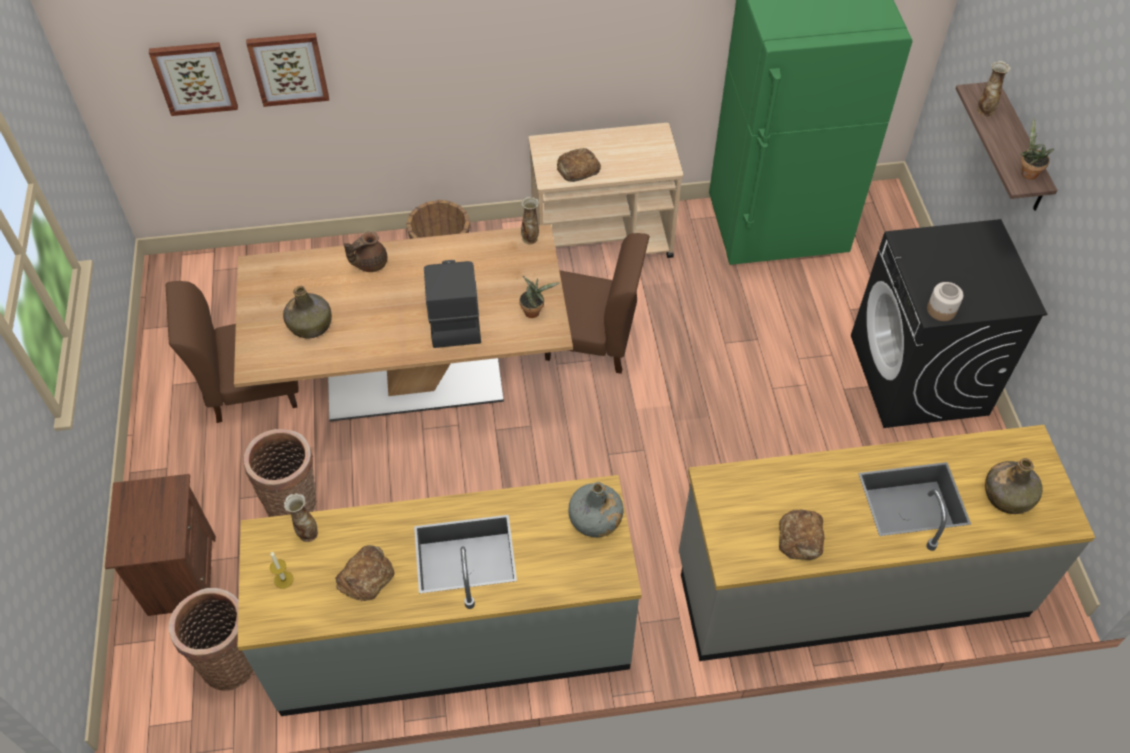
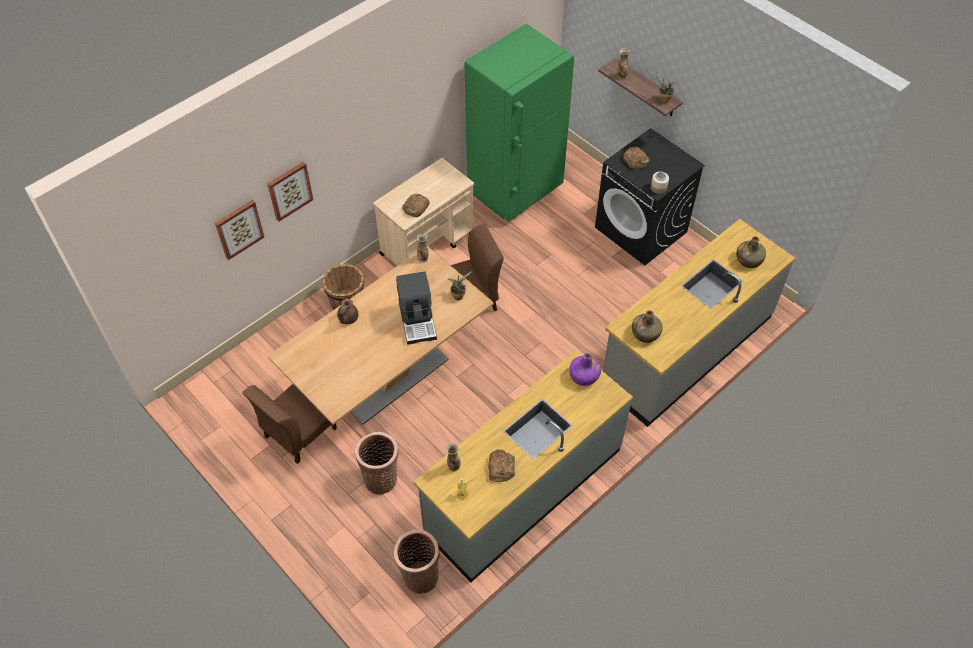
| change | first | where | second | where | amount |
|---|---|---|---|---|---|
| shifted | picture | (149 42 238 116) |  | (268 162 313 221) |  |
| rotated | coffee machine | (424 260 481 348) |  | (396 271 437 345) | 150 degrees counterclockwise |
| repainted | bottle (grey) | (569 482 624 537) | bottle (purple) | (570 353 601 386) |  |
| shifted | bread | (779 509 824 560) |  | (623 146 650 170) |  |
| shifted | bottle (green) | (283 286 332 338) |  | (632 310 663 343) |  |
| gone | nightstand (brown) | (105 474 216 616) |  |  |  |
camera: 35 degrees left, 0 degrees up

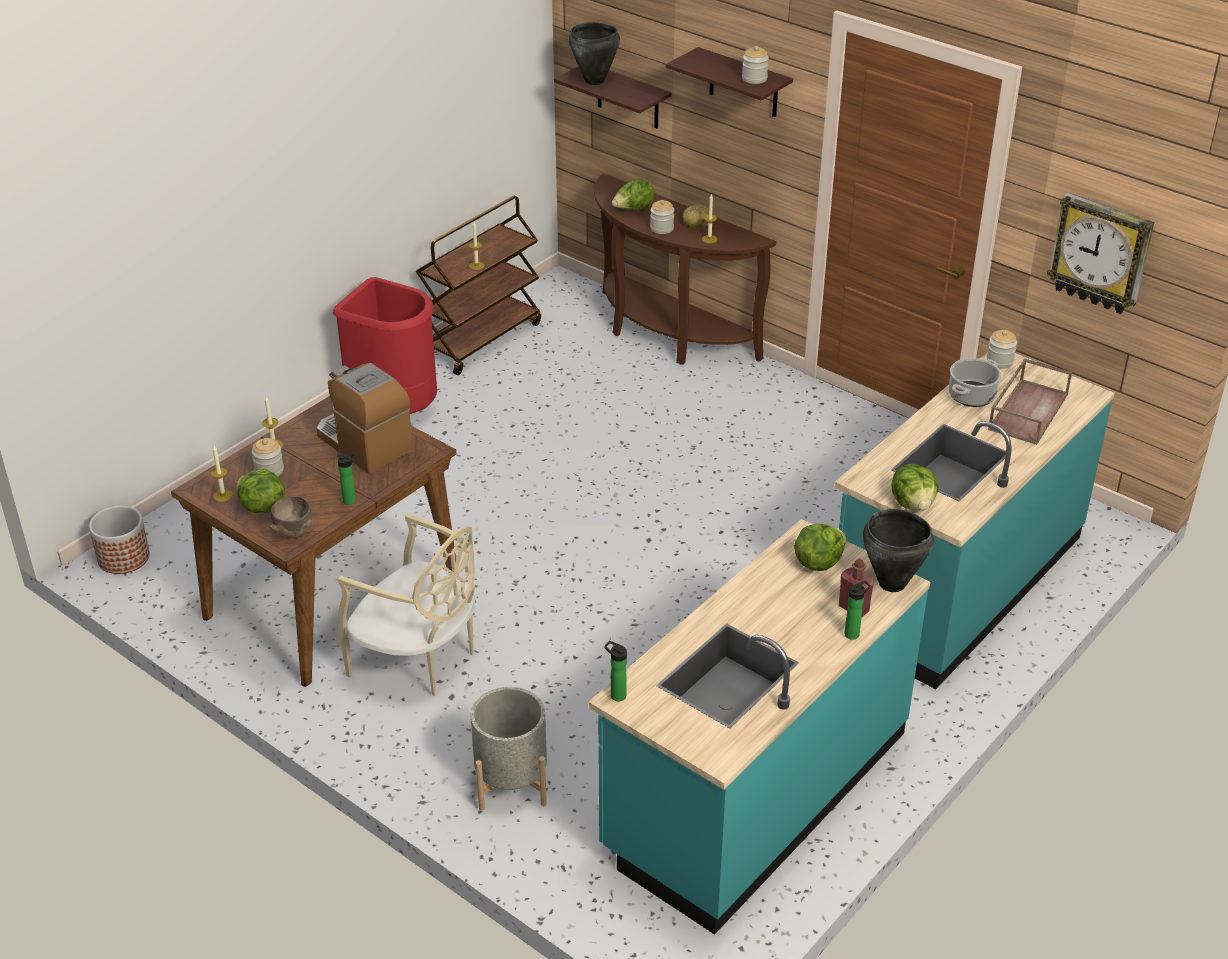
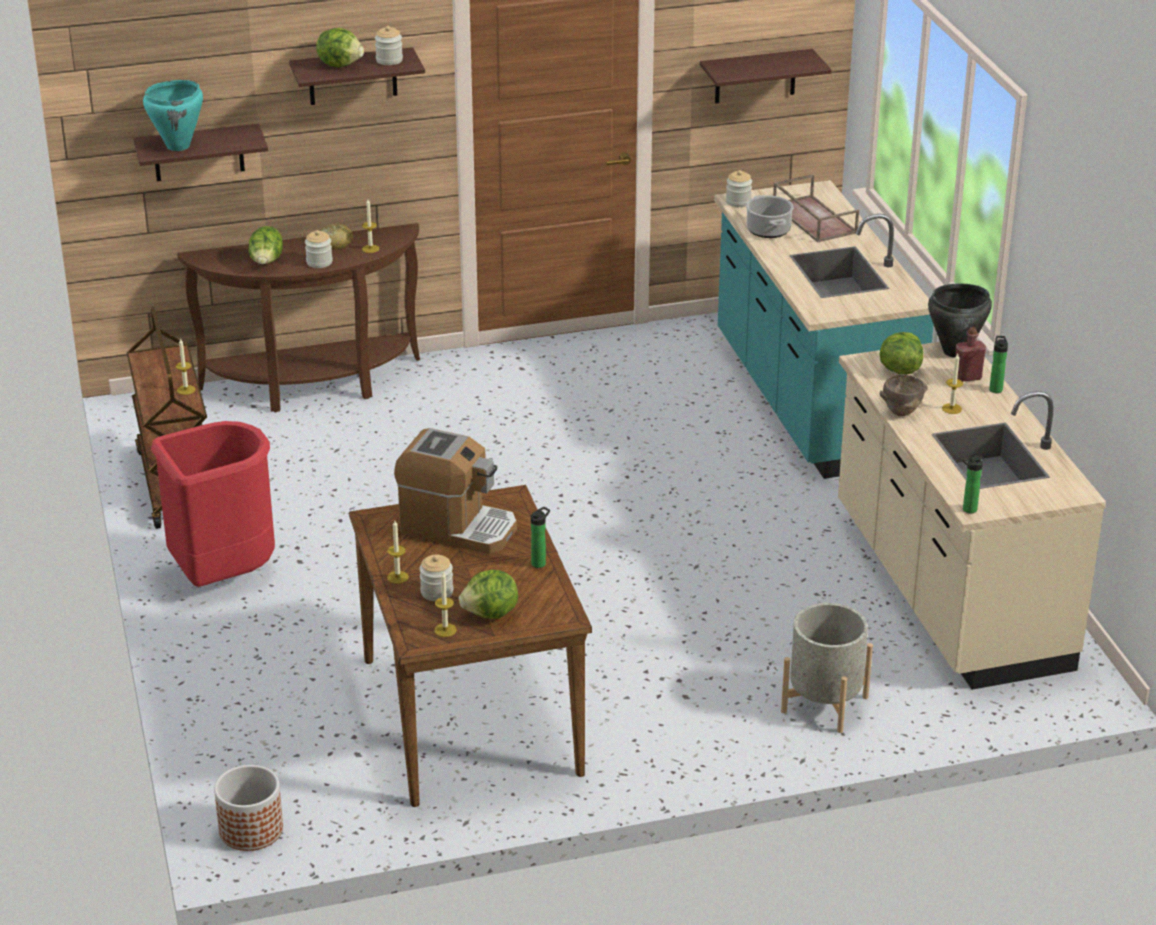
| change | first | where | second | where | amount |
|---|---|---|---|---|---|
| repainted | cooking pot (black) | (569 22 620 85) | cooking pot (turquoise) | (143 80 203 151) |  |
| shifted | lettuce | (892 464 938 510) |  | (316 28 364 68) |  |
| rotated | coffee machine | (316 363 413 474) |  | (394 428 517 554) | 150 degrees counterclockwise |
| swapped | wall clock | (1047 193 1154 314) | shelf | (700 49 832 104) |  |
| repainted | counter (turquoise) | (588 519 930 935) | counter (beige) | (838 342 1106 690) |  |
| shifted | bowl (brown) | (270 496 312 539) |  | (880 374 928 416) |  |
| new |  |  | candle | (942 354 963 414) |  |
| gone | chair (beige) | (337 513 475 696) |  |  |  |
camera: 55 degrees left, 5 degrees down

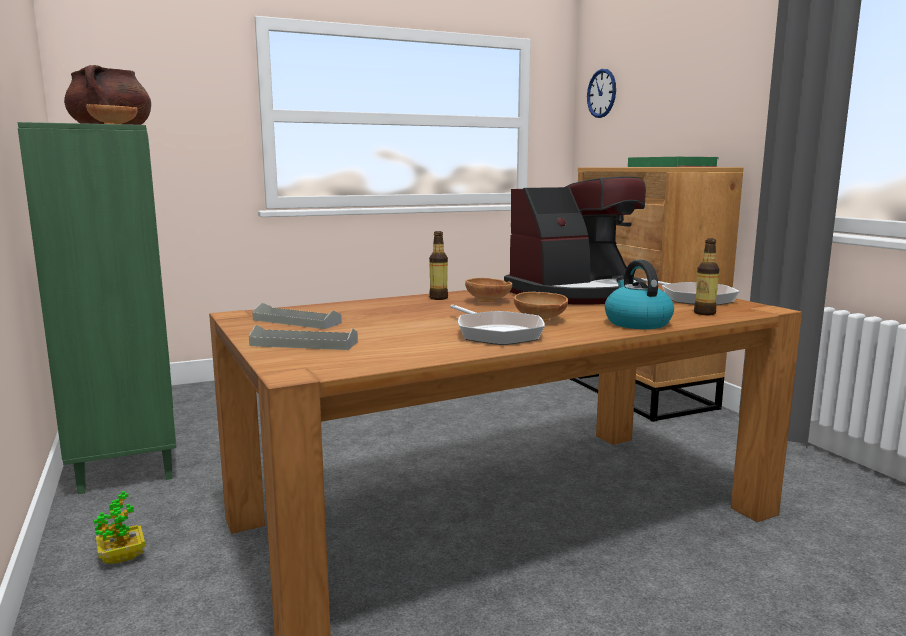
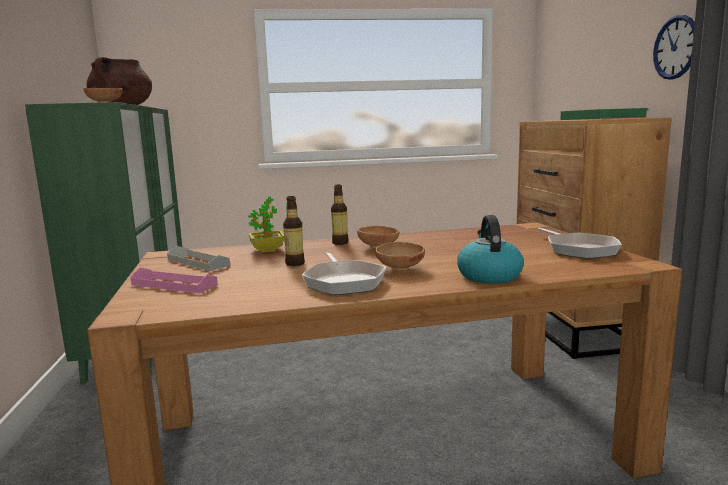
| change | first | where | second | where | amount |
|---|---|---|---|---|---|
| repainted | tray (grey) | (249 325 358 350) | tray (pink) | (130 267 218 294) |  |
| shifted | potted plant | (94 491 145 564) |  | (248 196 285 253) |  |
| shifted | bottle | (694 239 719 315) |  | (283 196 305 266) |  |
| shifted | wall clock | (587 69 616 118) |  | (653 15 695 80) |  |
| gone | coffee machine | (504 176 646 305) |  |  |  |
camera: 15 degrees right, 0 degrees up

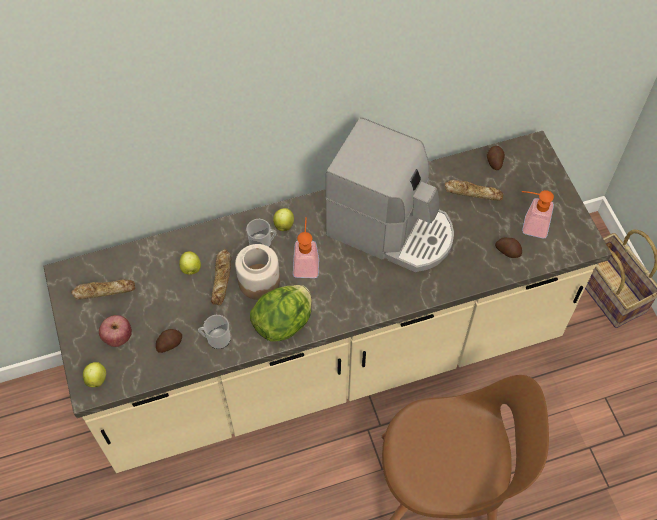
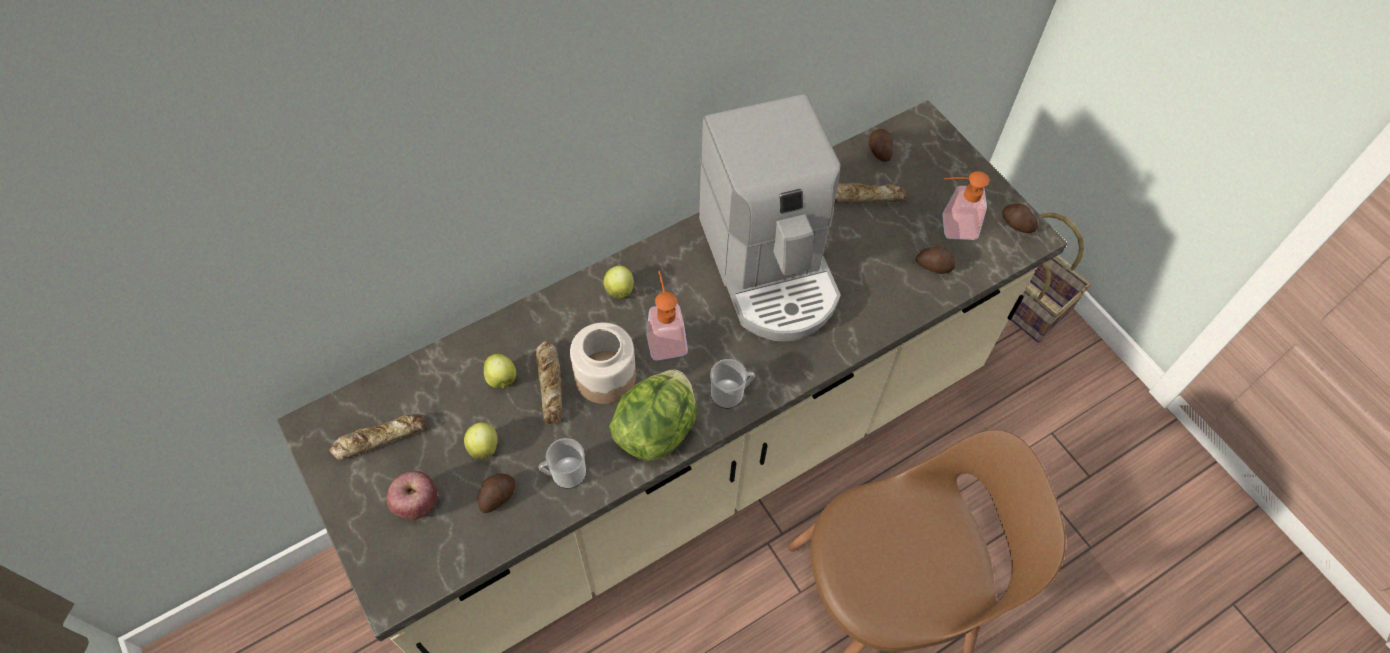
| change | first | where | second | where | amount |
|---|---|---|---|---|---|
| shifted | apple | (83 362 106 387) |  | (464 422 498 459) |  |
| rotated | coffee machine | (325 117 454 272) |  | (699 94 841 341) | 60 degrees clockwise |
| shifted | mug | (246 219 276 247) |  | (710 359 755 409) |  |
| new |  |  | potato | (1002 203 1038 233) |  |
camera: 15 degrees left, 0 degrees up

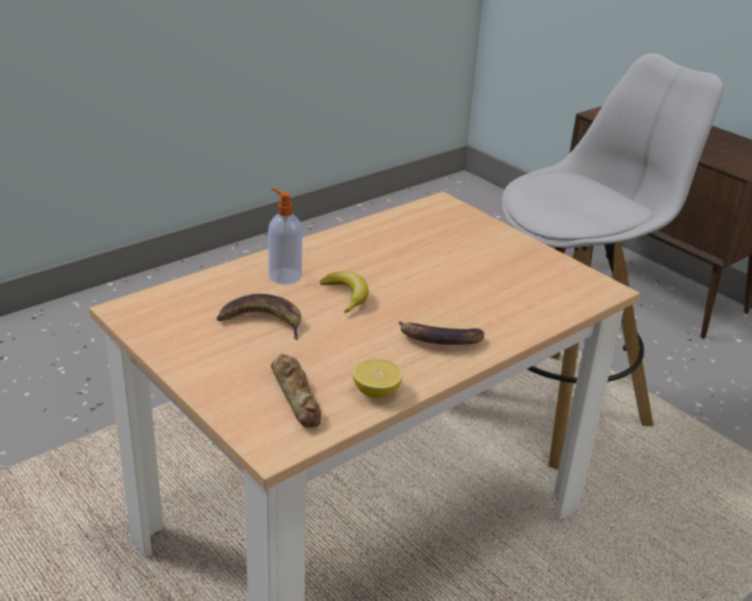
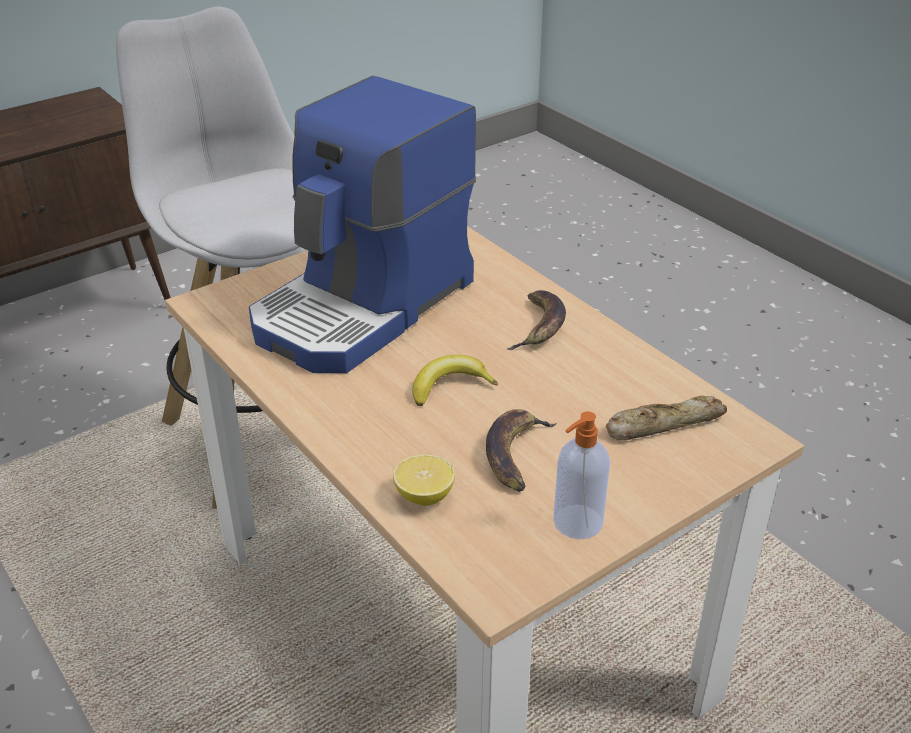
| change | first | where | second | where | amount |
|---|---|---|---|---|---|
| new |  |  | coffee machine | (249 76 476 373) |  |
| shifted | lemon | (353 358 403 398) |  | (393 454 455 506) |  |
| shifted | soap dispenser | (268 188 302 285) |  | (553 411 610 539) |  |
camera: 85 degrees left, 5 degrees up

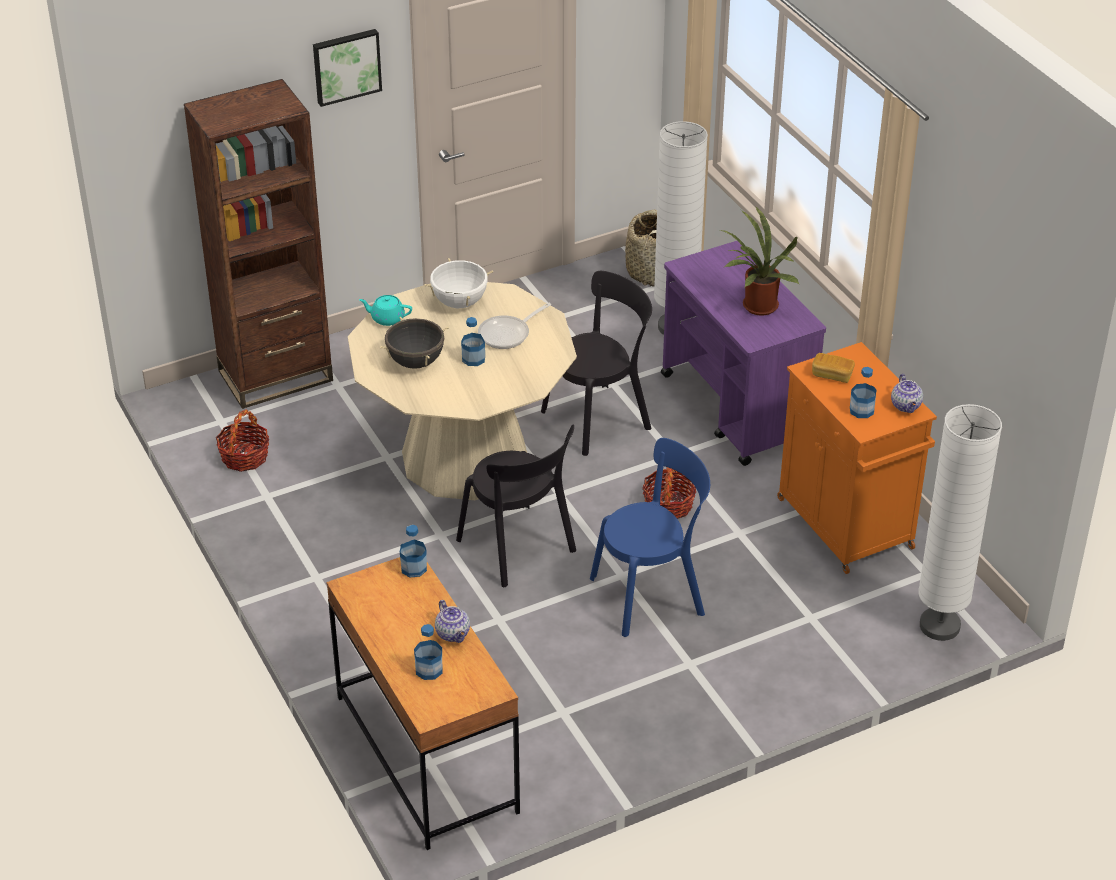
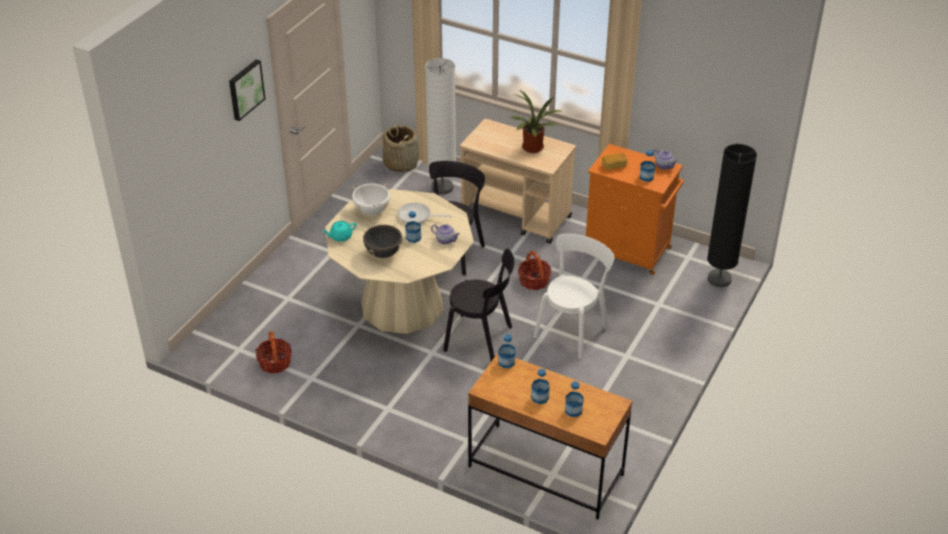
| change | first | where | second | where | amount |
|---|---|---|---|---|---|
| rotated | frying pan | (478 303 551 349) |  | (398 203 452 224) | 90 degrees clockwise |
| shifted | teapot | (435 600 470 643) |  | (431 224 460 244) |  |
| repainted | cart (purple) | (661 241 826 466) | cart (beige) | (460 119 576 244) |  |
| new |  |  | bottle | (531 369 549 404) |  |
| repainted | chair (blue) | (590 438 710 637) | chair (white) | (533 234 614 359) |  |
| repainted | floor lamp (white) | (918 404 1002 641) | floor lamp (black) | (707 144 757 287) |  |
| gone | bookcase (brown) | (184 79 333 409) |  |  |  |
camera: 35 degrees left, 0 degrees up

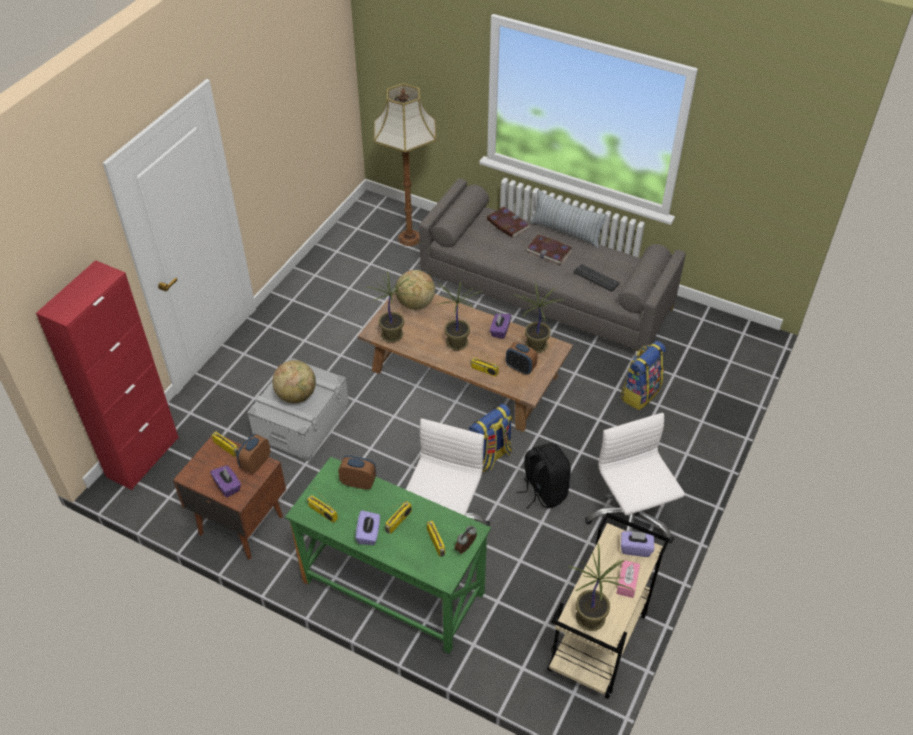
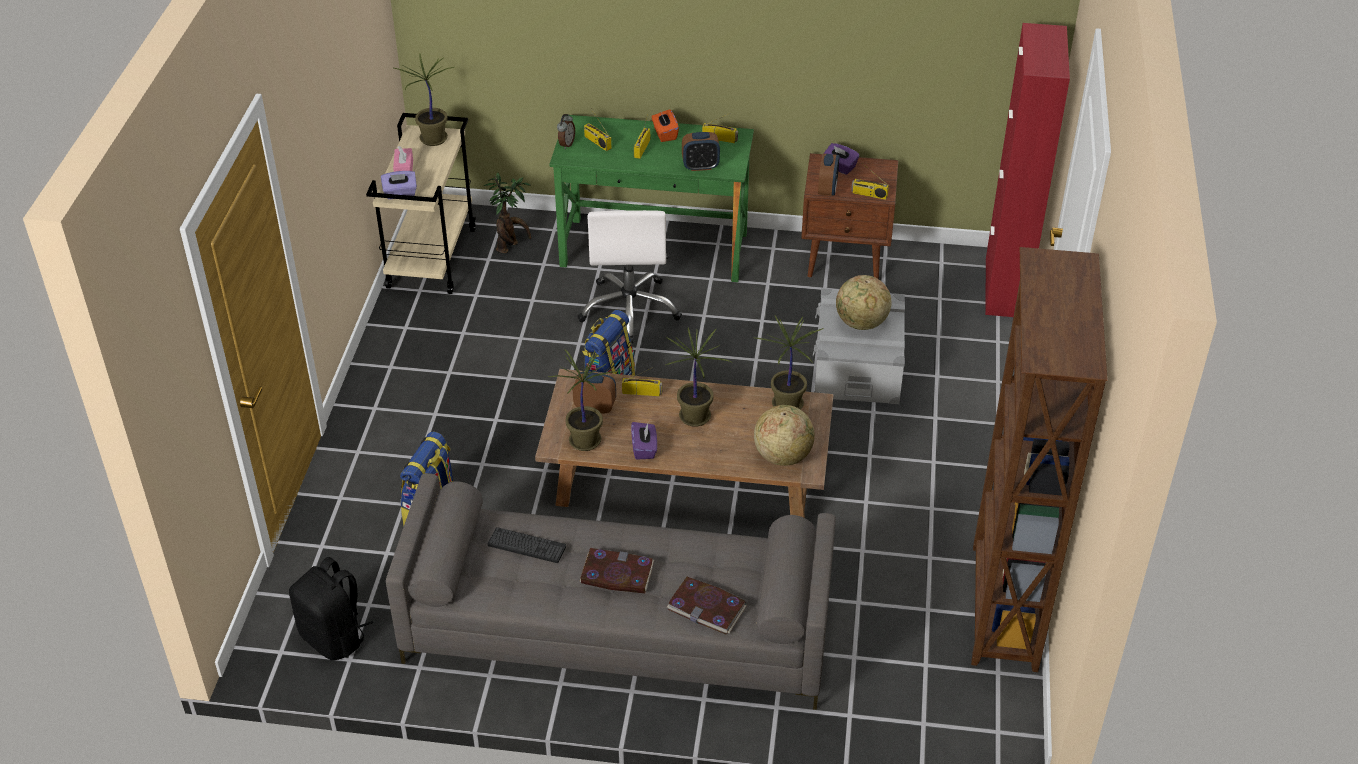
| change | first | where | second | where | amount |
|---|---|---|---|---|---|
| shifted | backpack (black) | (516 443 571 509) |  | (289 557 373 660) |  |
| new |  |  | potted plant | (484 173 531 254) |  |
| repainted | tissue box (purple) | (356 510 380 545) | tissue box (orange) | (651 109 679 142) |  |
| new |  |  | bookcase (brown) | (971 247 1108 672) |  |
| gone | floor lamp | (374 83 436 246) |  |  |  |
| gone | pillow | (530 190 608 248) |  |  |  |
| gone | office chair (white) | (585 413 685 543) |  |  |  |
camera: 160 degrees right, 5 degrees down

